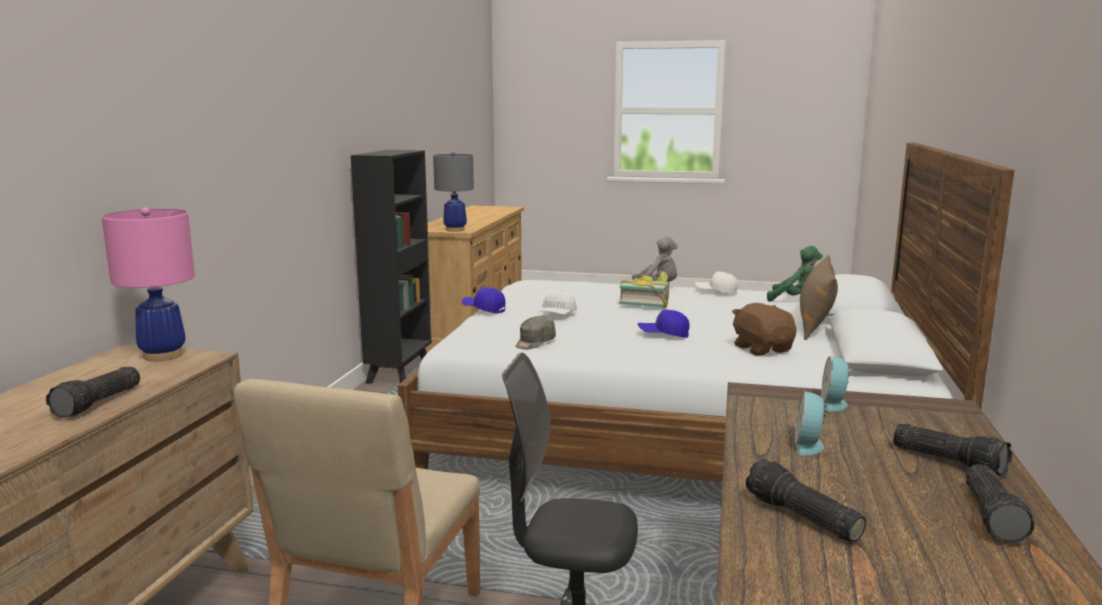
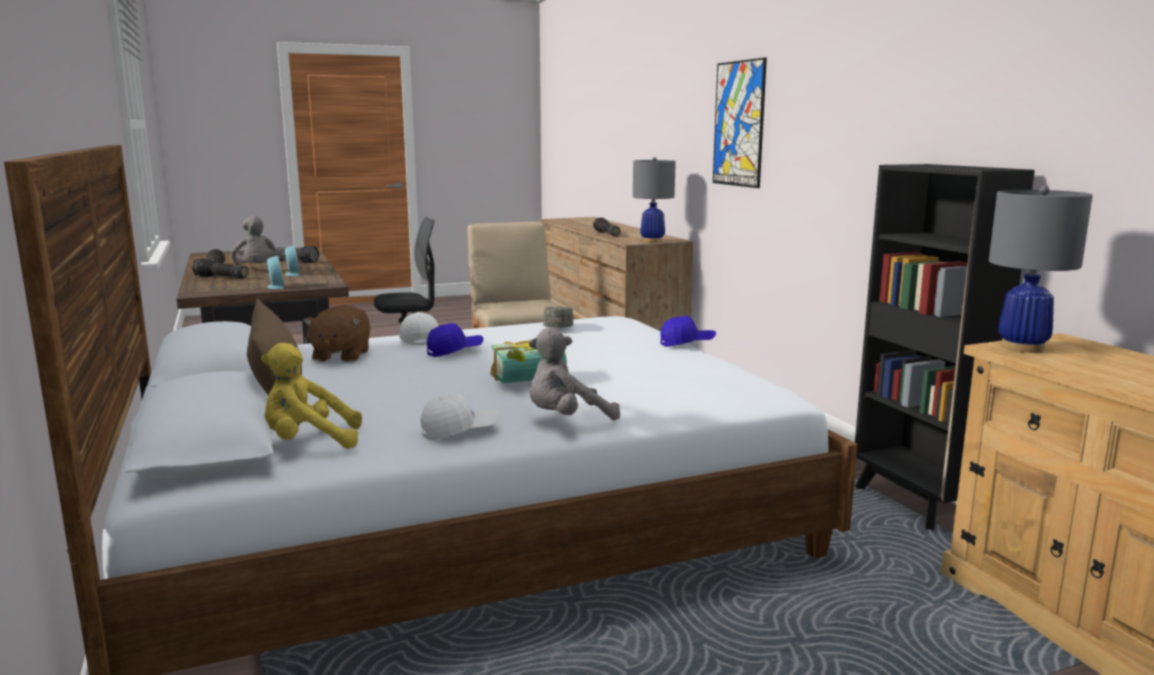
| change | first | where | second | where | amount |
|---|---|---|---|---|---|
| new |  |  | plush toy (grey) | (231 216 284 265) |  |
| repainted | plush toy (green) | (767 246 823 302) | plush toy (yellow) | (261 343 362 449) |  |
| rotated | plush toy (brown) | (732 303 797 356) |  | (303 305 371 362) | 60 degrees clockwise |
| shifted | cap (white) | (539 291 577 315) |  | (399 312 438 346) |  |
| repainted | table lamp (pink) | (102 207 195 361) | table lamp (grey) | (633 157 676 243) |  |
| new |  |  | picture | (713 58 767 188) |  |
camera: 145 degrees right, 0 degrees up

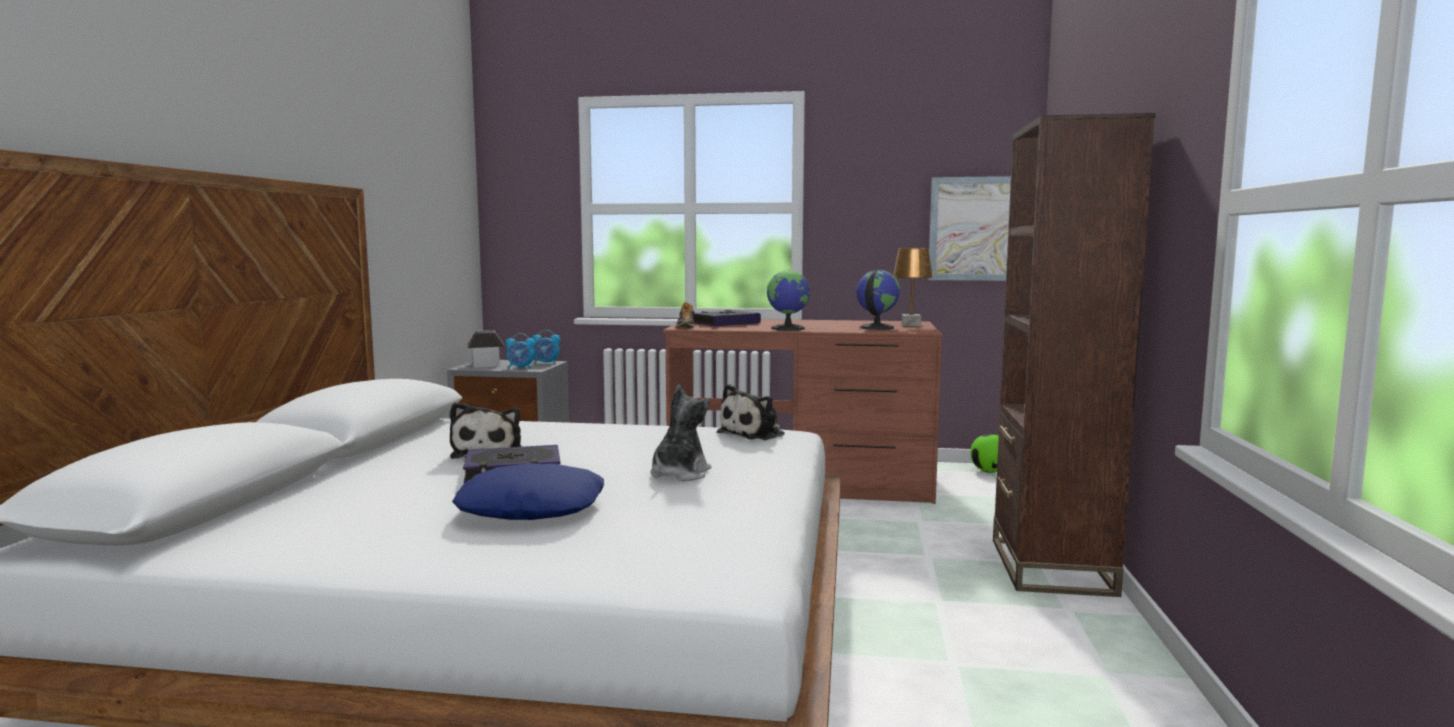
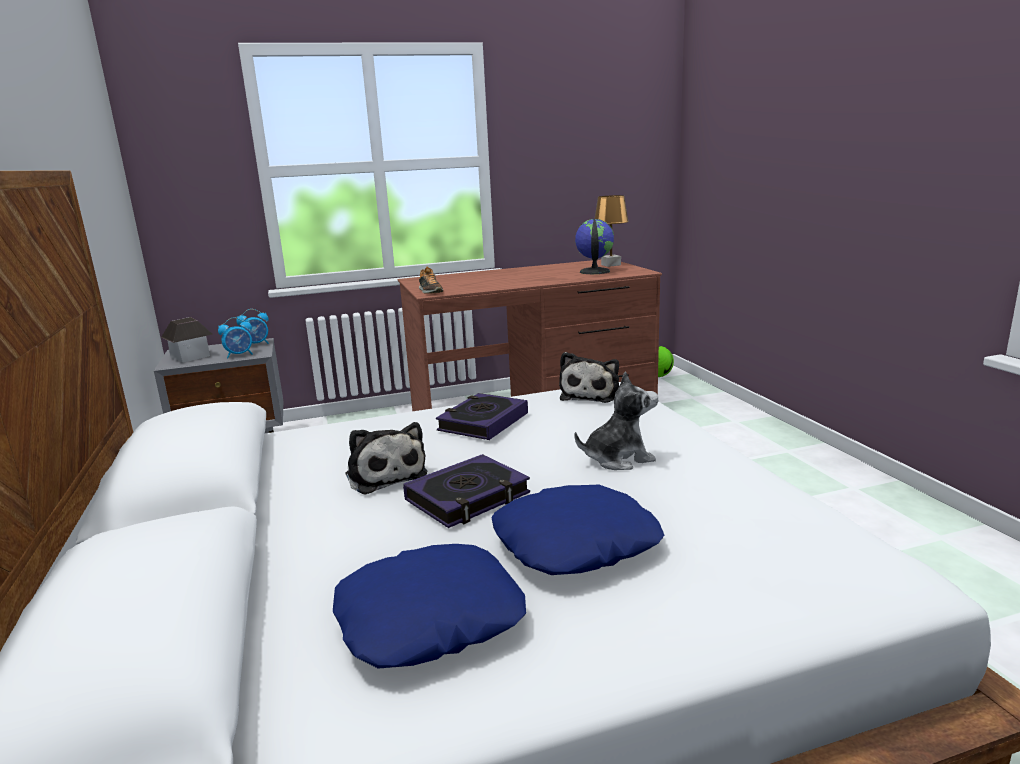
| change | first | where | second | where | amount |
|---|---|---|---|---|---|
| new |  |  | pillow (blue) | (333 544 526 669) |  |
| shifted | book | (694 310 761 326) |  | (436 393 528 440) |  |
| rotated | plush toy | (651 384 711 481) |  | (575 372 658 470) | 75 degrees clockwise |
| gone | globe | (767 270 810 331) |  |  |  |
| gone | picture | (928 176 1011 281) |  |  |  |
| gone | bookcase (brown) | (993 113 1156 597) |  |  |  |
camera: 25 degrees left, 10 degrees up

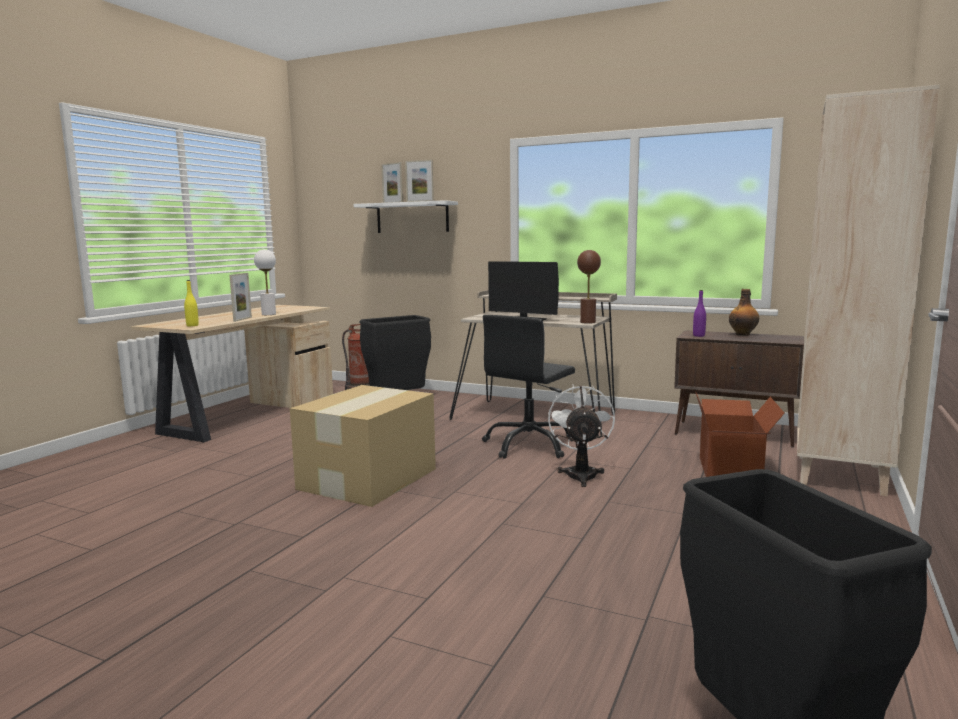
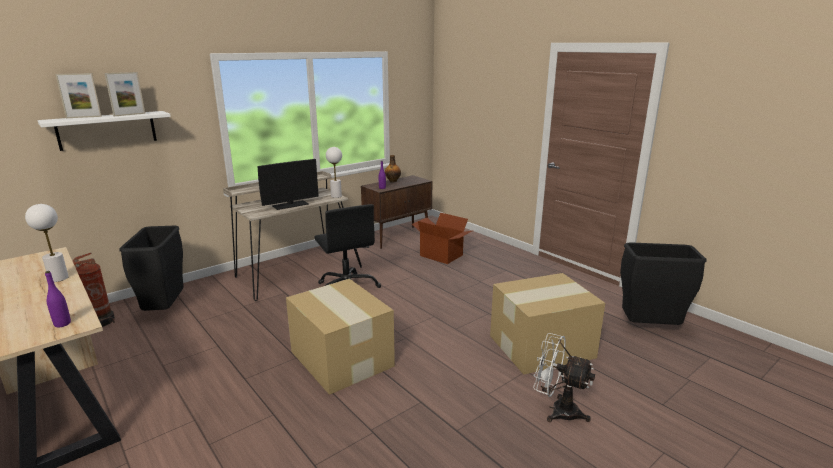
| change | first | where | second | where | amount |
|---|---|---|---|---|---|
| repainted | bottle (yellow) | (184 280 199 326) | bottle (purple) | (45 271 71 327) |  |
| repainted | table lamp (brown) | (577 250 601 324) | table lamp (white) | (326 147 342 198) |  |
| new |  |  | cardboard box | (490 273 605 375) |  |
| shifted | fan (white) | (548 385 615 487) |  | (533 333 595 422) |  |
| gone | picture frame | (229 273 252 322) |  |  |  |
| gone | bookcase (beige) | (797 84 940 496) |  |  |  |
camera: 65 degrees left, 10 degrees up

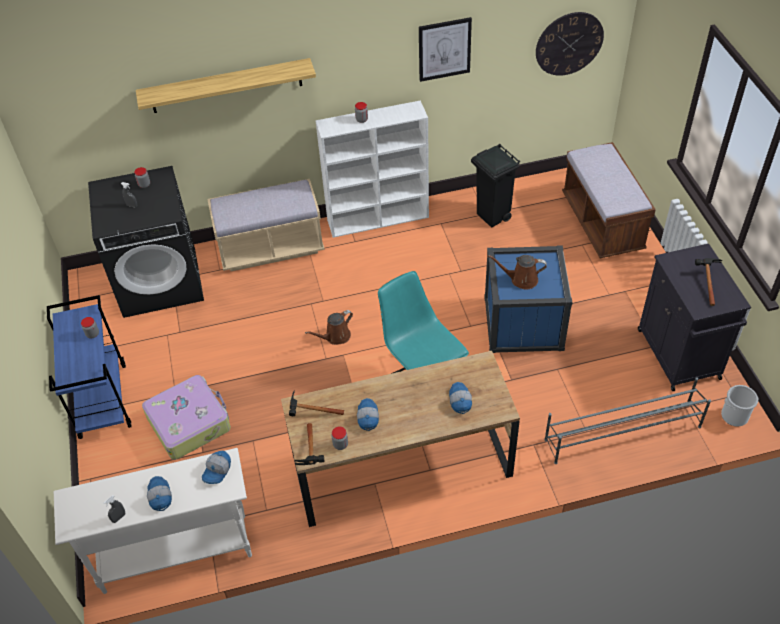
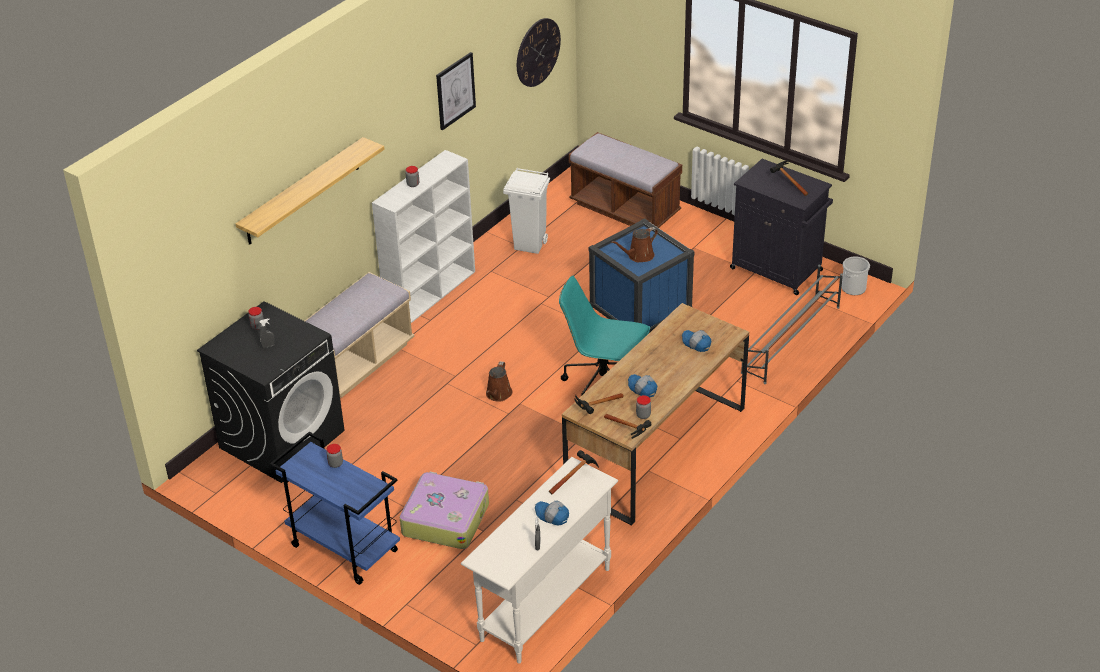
| change | first | where | second | where | amount |
|---|---|---|---|---|---|
| repainted | trash can (black) | (471 144 520 228) | trash can (white) | (503 168 550 254) |  |
| swapped | cap | (202 451 231 484) | hammer | (549 450 599 494) |  |
camera: 40 degrees left, 10 degrees down

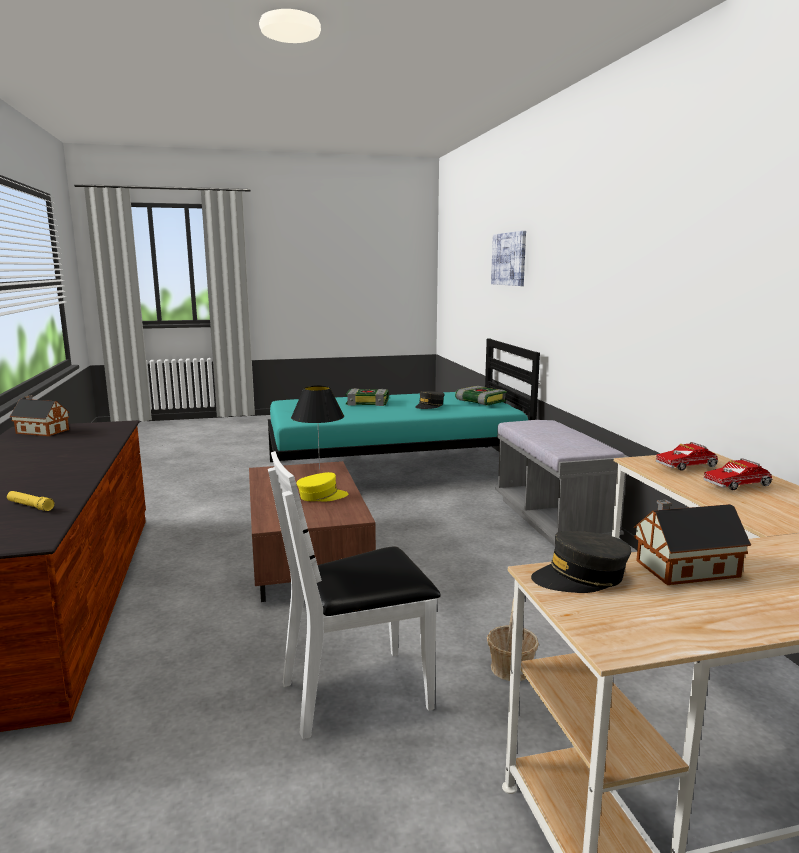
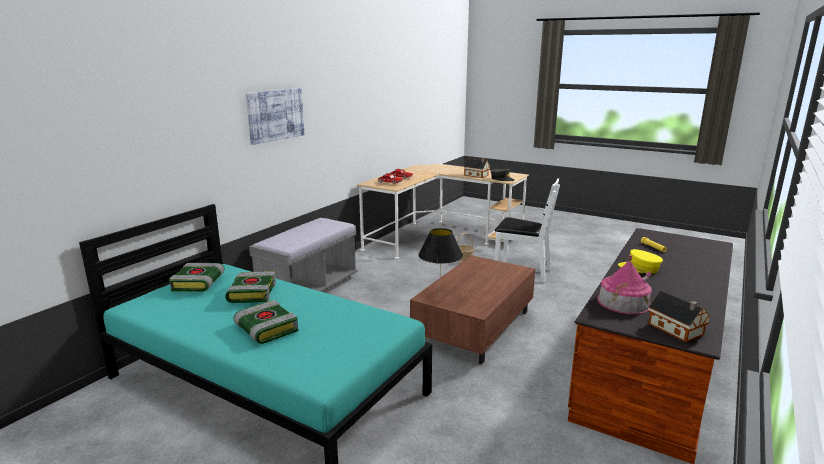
| change | first | where | second | where | amount |
|---|---|---|---|---|---|
| swapped | cap (grey) | (415 391 445 409) | book | (225 271 276 303) |  |
| shifted | picture | (491 231 526 286) |  | (246 88 305 145) |  |
| new |  |  | toy house | (597 255 652 315) |  |
| shifted | cap (yellow) | (296 472 348 501) |  | (618 249 663 274) |  |
camera: 135 degrees left, 5 degrees up

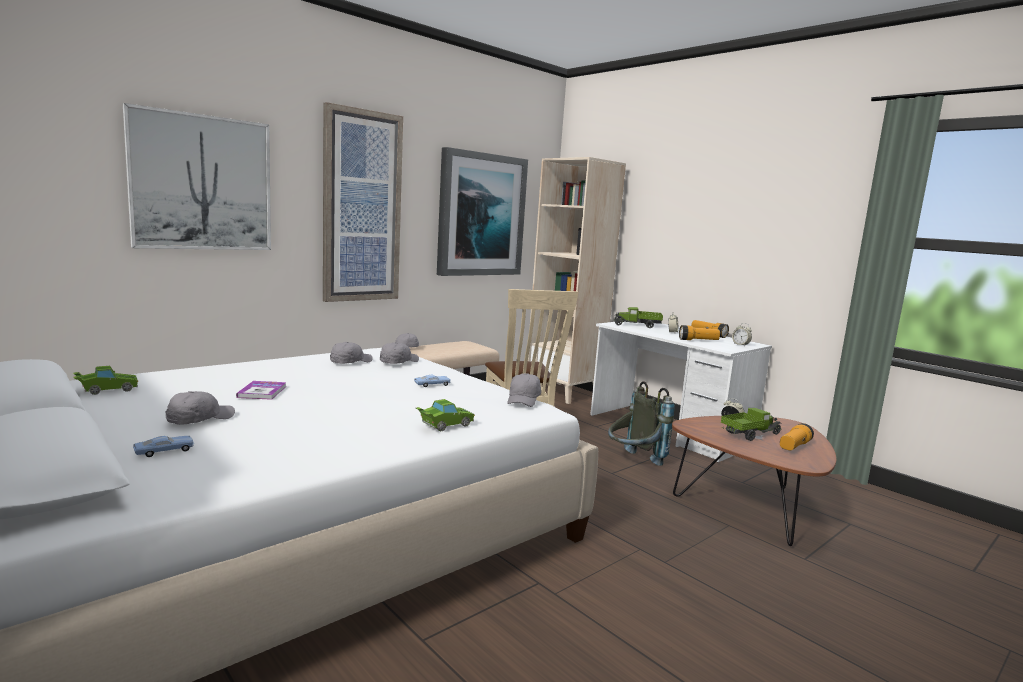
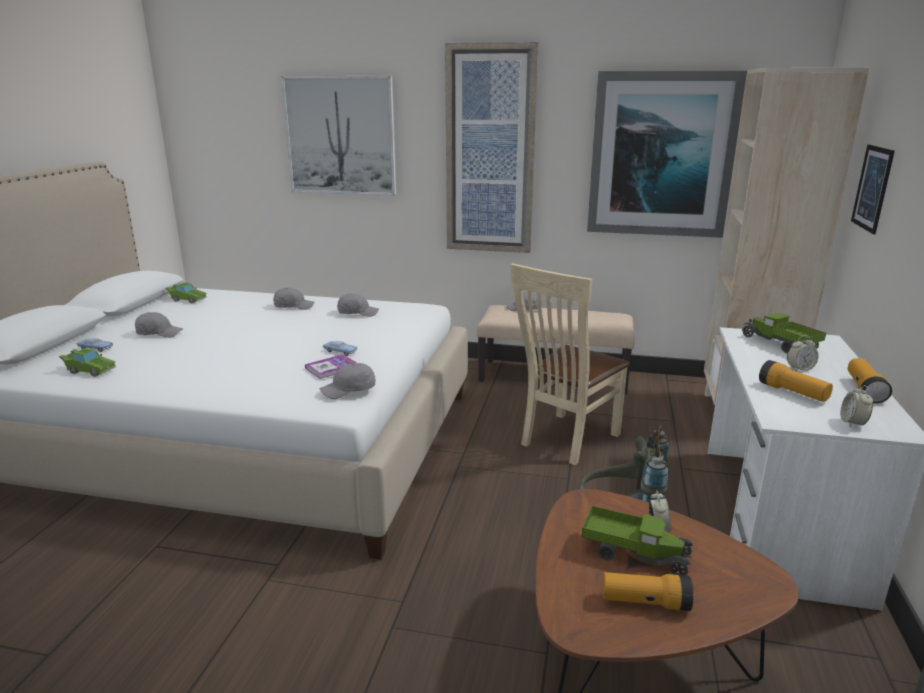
| change | first | where | second | where | amount |
|---|---|---|---|---|---|
| shifted | toy car (green) | (416 399 475 431) |  | (58 348 116 377) |  |
| shifted | cap (grey) | (380 342 419 364) |  | (273 288 315 310) |  |
| shifted | book | (236 381 286 400) |  | (305 354 357 379) |  |
| new |  |  | picture | (851 144 895 234) |  |
camera: 55 degrees right, 10 degrees up

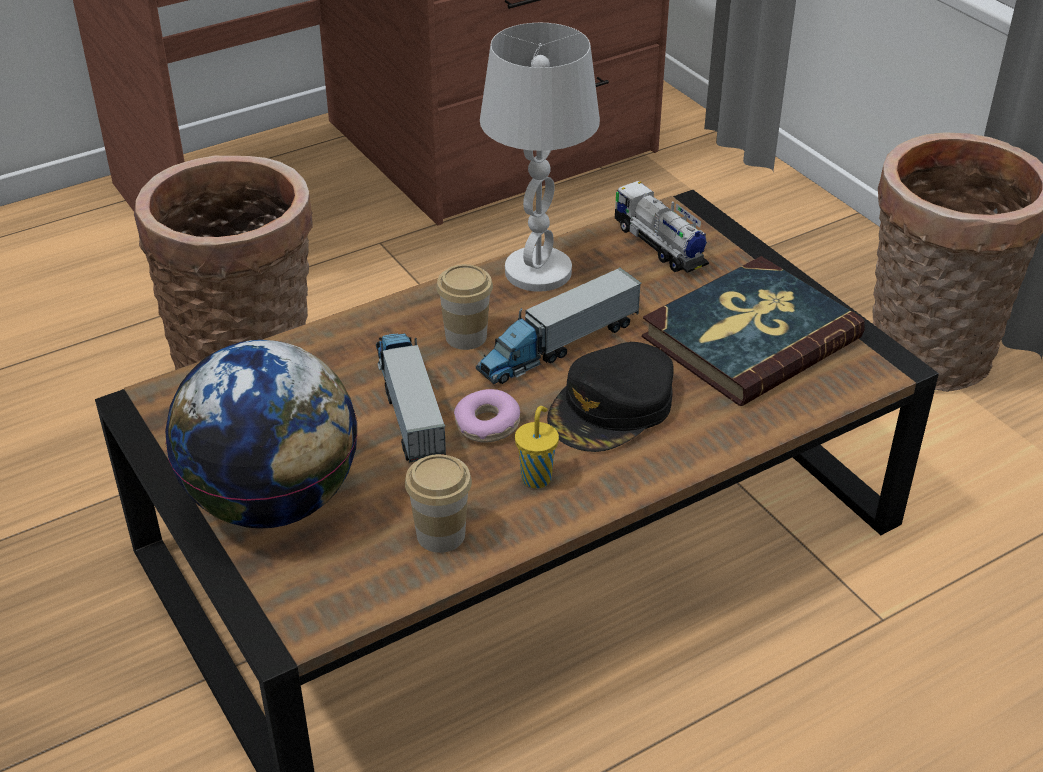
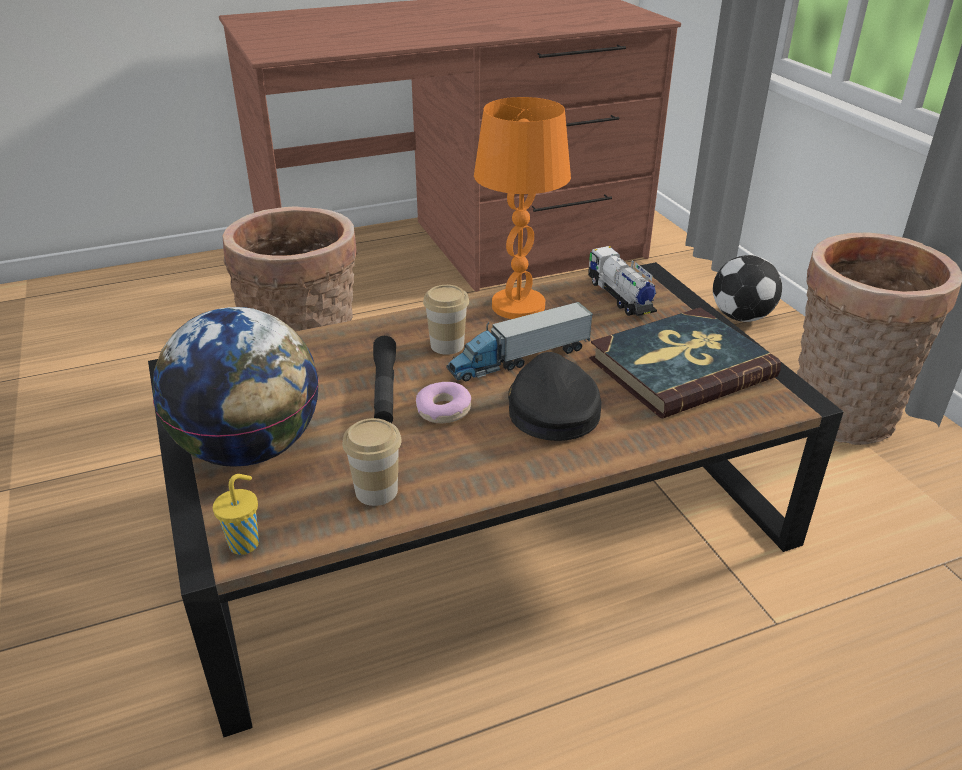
| change | first | where | second | where | amount |
|---|---|---|---|---|---|
| shifted | cup (yellow) | (515 406 559 488) |  | (213 474 259 555) |  |
| swapped | toy truck | (376 333 446 463) | flashlight (black) | (373 336 396 423) |  |
| repainted | table lamp (white) | (480 23 600 292) | table lamp (orange) | (474 97 571 319) |  |
| rotated | cap (black) | (547 342 674 452) |  | (508 352 601 441) | 120 degrees clockwise |
| new |  |  | football | (713 255 782 322) |  |
camera: 10 degrees right, 5 degrees down

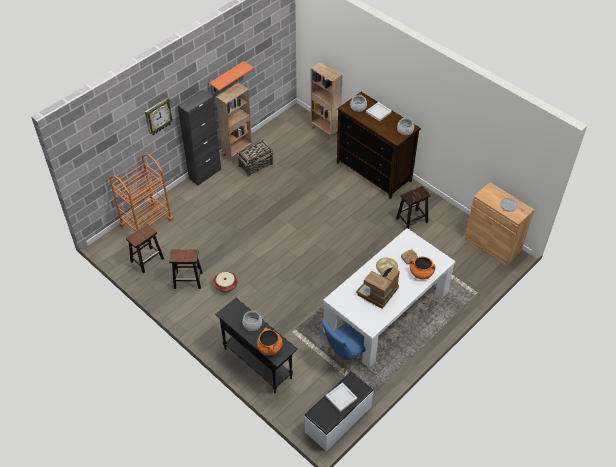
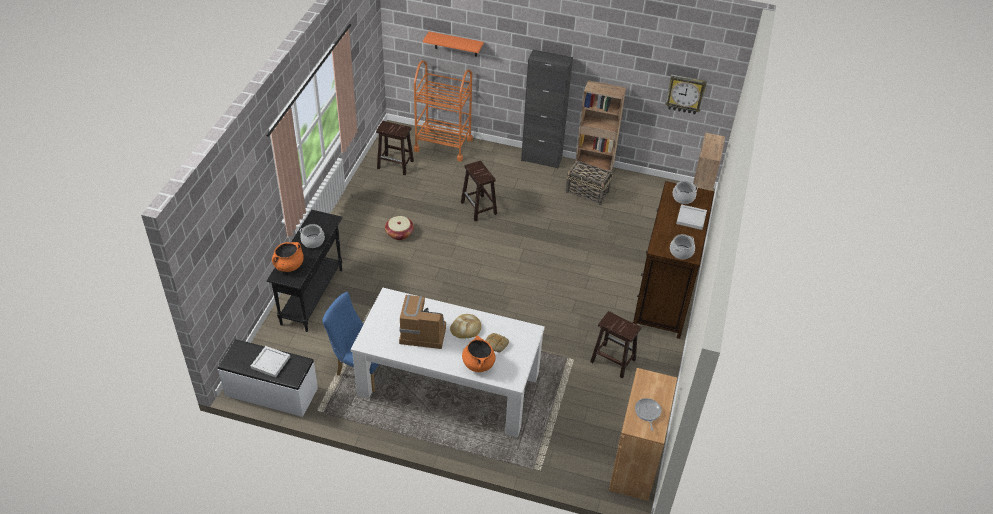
| change | first | where | second | where | amount |
|---|---|---|---|---|---|
| shifted | shelf (orange) | (209 61 254 92) |  | (423 31 484 57) |  |
| shifted | stool (brown) | (169 249 202 289) |  | (461 160 497 221) |  |
| shifted | wall clock | (145 97 173 135) |  | (665 74 707 114) |  |
camera: 60 degrees right, 5 degrees down

